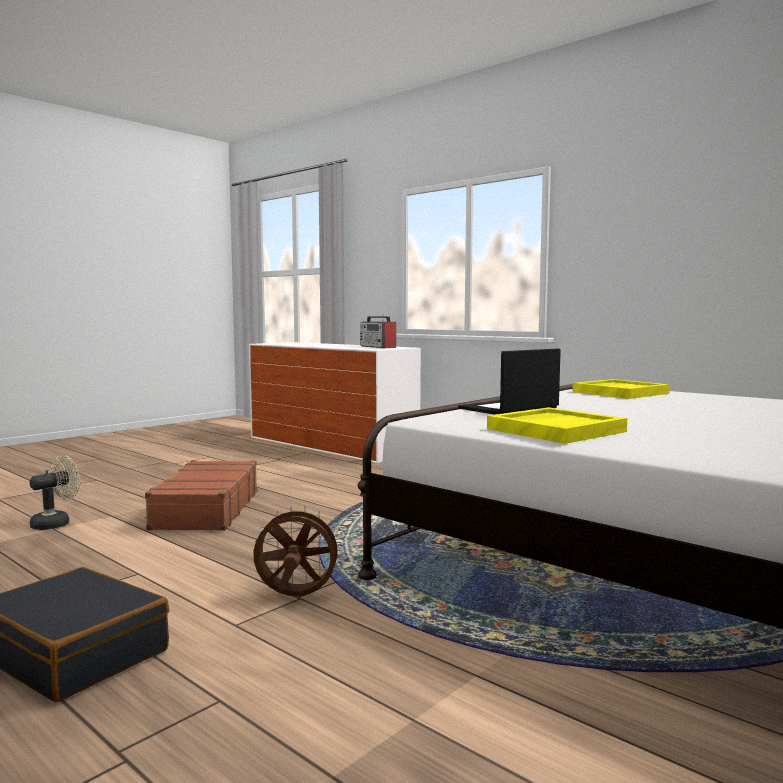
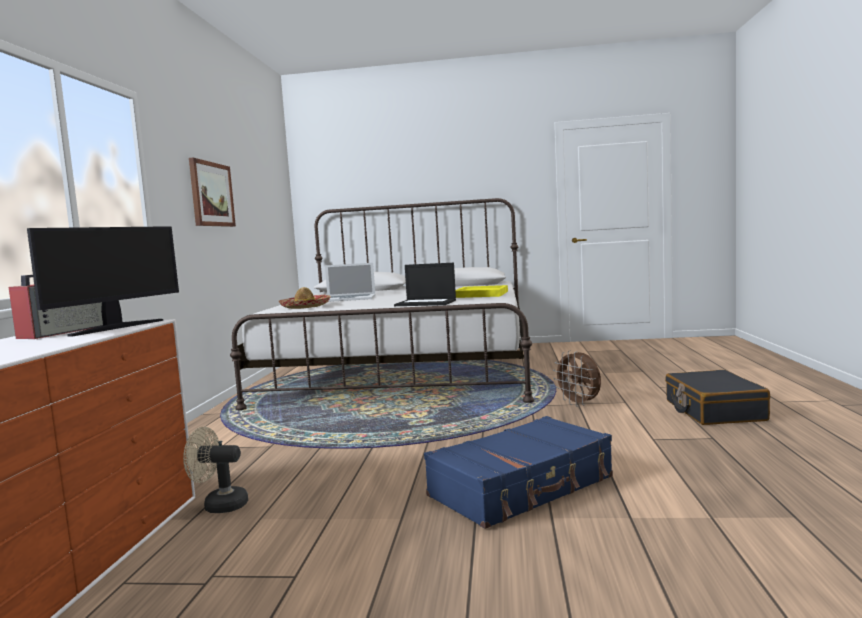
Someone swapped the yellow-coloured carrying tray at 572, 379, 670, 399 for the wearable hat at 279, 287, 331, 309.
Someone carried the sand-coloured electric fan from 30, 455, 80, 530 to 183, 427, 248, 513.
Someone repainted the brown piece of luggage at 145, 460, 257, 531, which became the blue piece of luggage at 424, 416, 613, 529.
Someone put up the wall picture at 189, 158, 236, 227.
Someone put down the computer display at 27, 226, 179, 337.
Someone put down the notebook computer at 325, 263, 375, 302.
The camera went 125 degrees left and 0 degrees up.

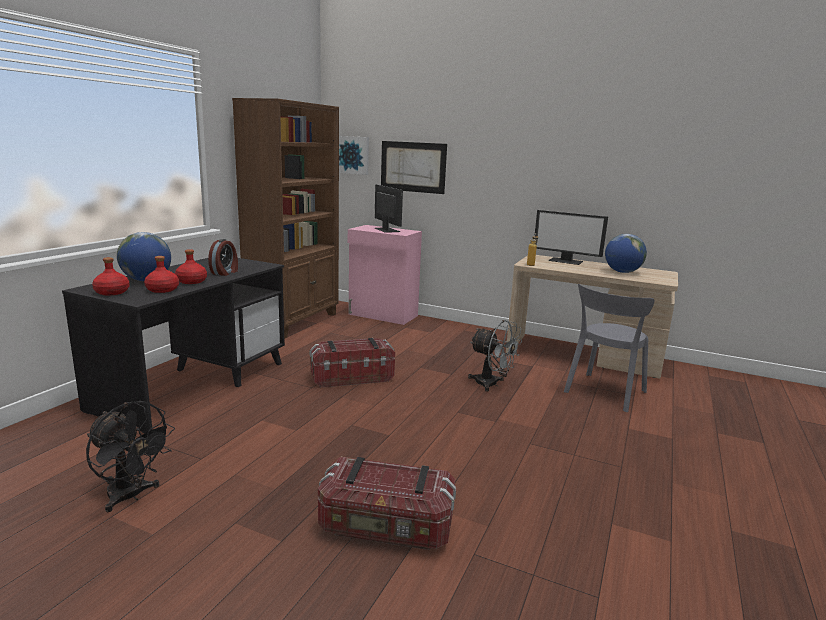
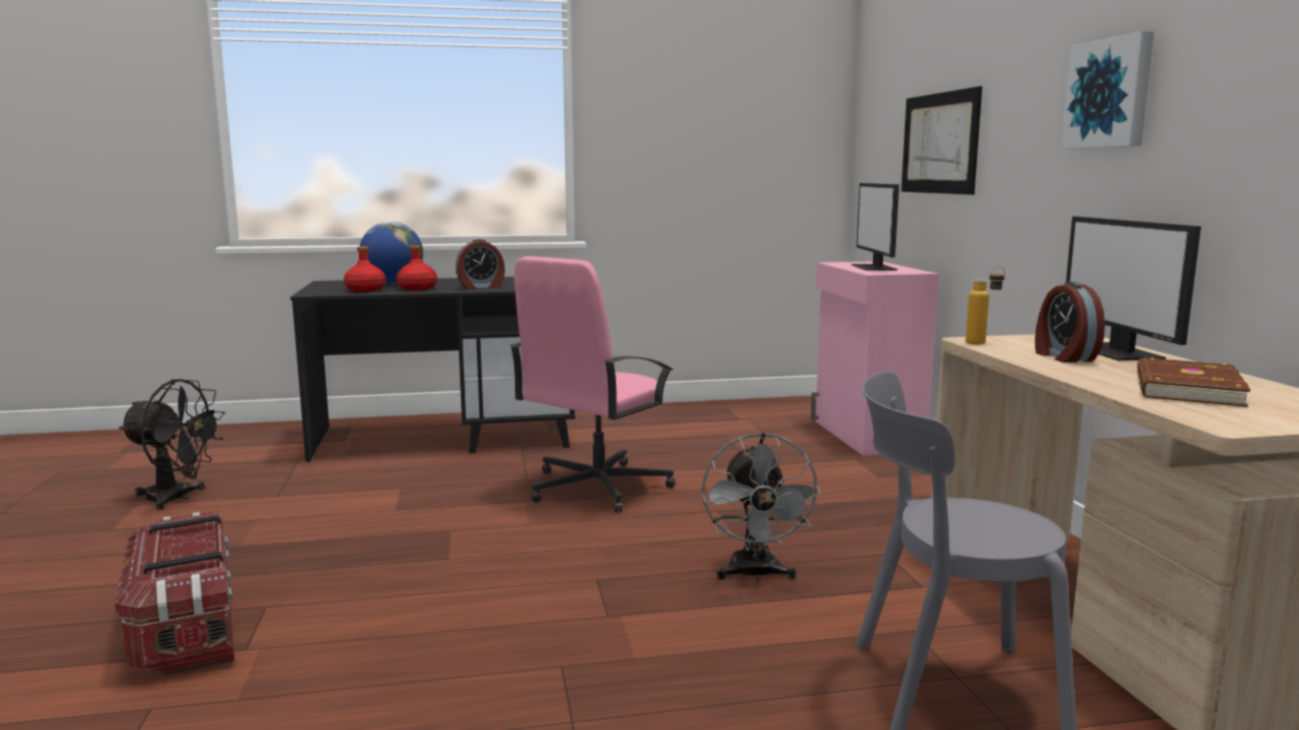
Someone took away the brown shelving unit at 232, 98, 339, 339.
Someone carried the wall picture from 339, 136, 369, 175 to 1061, 31, 1154, 149.
Someone rotated the computer display at 375, 184, 403, 233 by 150 degrees clockwise.
Someone swapped the desk globe at 605, 234, 647, 273 for the brown volume at 1137, 358, 1251, 407.
Someone took away the red-coloured beverage bottle at 92, 257, 130, 295.
Someone swapped the storage bin at 310, 338, 395, 388 for the pink desk chair at 510, 256, 676, 512.
Someone rotated the black-coloured electric fan at 86, 401, 175, 512 by 75 degrees counterclockwise.
Someone put down the alarm clock at 1035, 282, 1105, 363.
The camera went 55 degrees right and 5 degrees down.

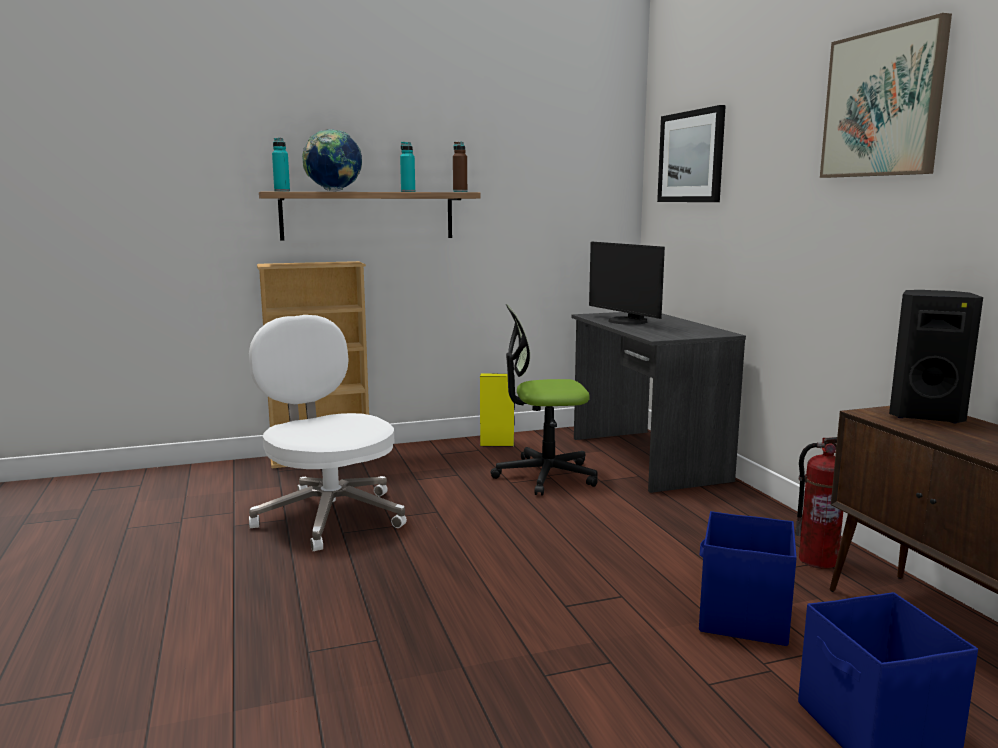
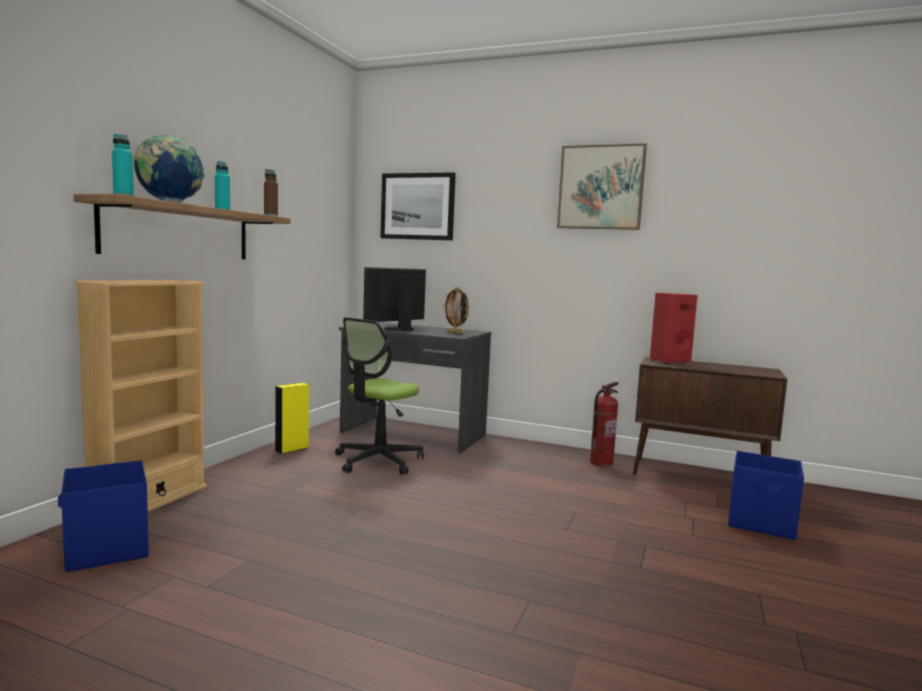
Someone rotated the computer display at 589, 242, 665, 325 by 120 degrees clockwise.
Someone repainted the black-coloured speaker at 889, 290, 983, 423, which became the red-coloured speaker at 650, 293, 698, 364.
Someone took away the white desk chair at 249, 315, 407, 551.
Someone carried the blue storage bin from 699, 511, 797, 646 to 58, 460, 149, 572.
Someone put down the standing frame at 443, 287, 470, 333.
The camera went 50 degrees left and 5 degrees down.

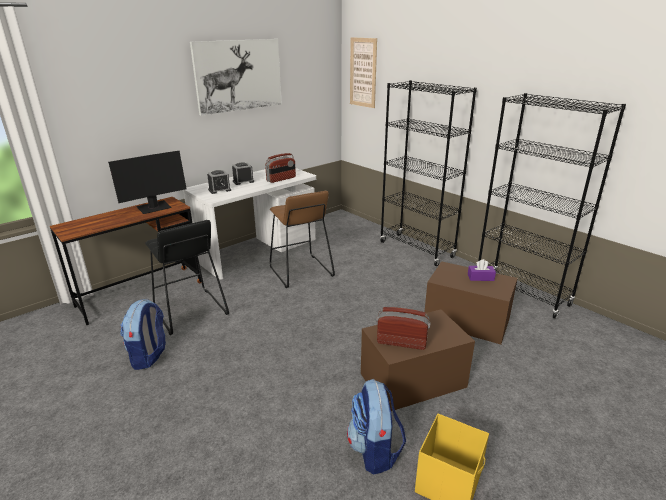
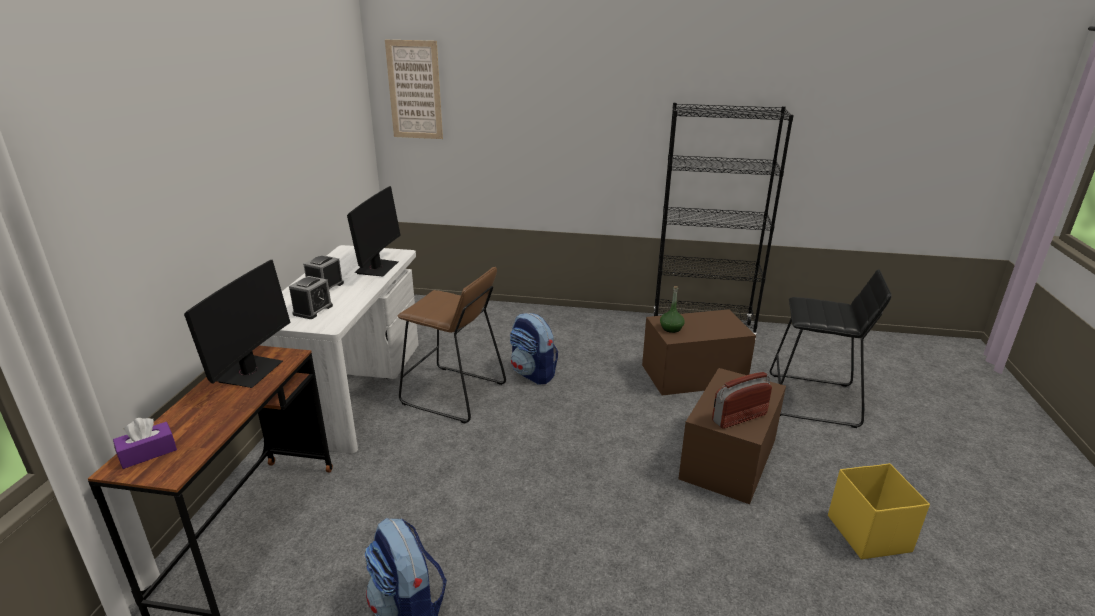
Someone took away the wall picture at 190, 39, 282, 115.
Someone took away the black-coloured shelving unit at 380, 80, 477, 266.
Someone swapped the radio receiver at 265, 153, 296, 183 for the computer display at 347, 186, 401, 276.
Someone carried the black-coloured stool from 145, 220, 229, 335 to 770, 270, 892, 428.
Someone carried the purple-coloured tissue box from 468, 259, 496, 281 to 113, 418, 177, 469.
Someone carried the backpack from 347, 379, 406, 474 to 510, 313, 558, 385.
Someone put down the green beverage bottle at 660, 286, 685, 333.
The camera went 40 degrees left and 0 degrees up.

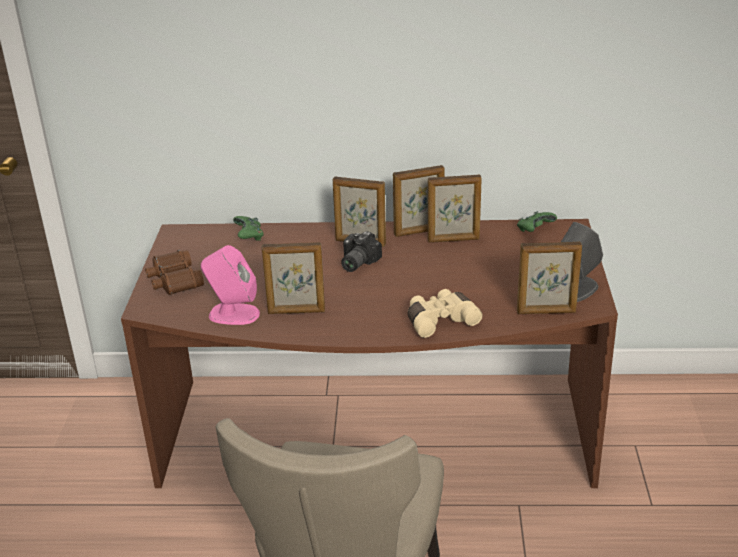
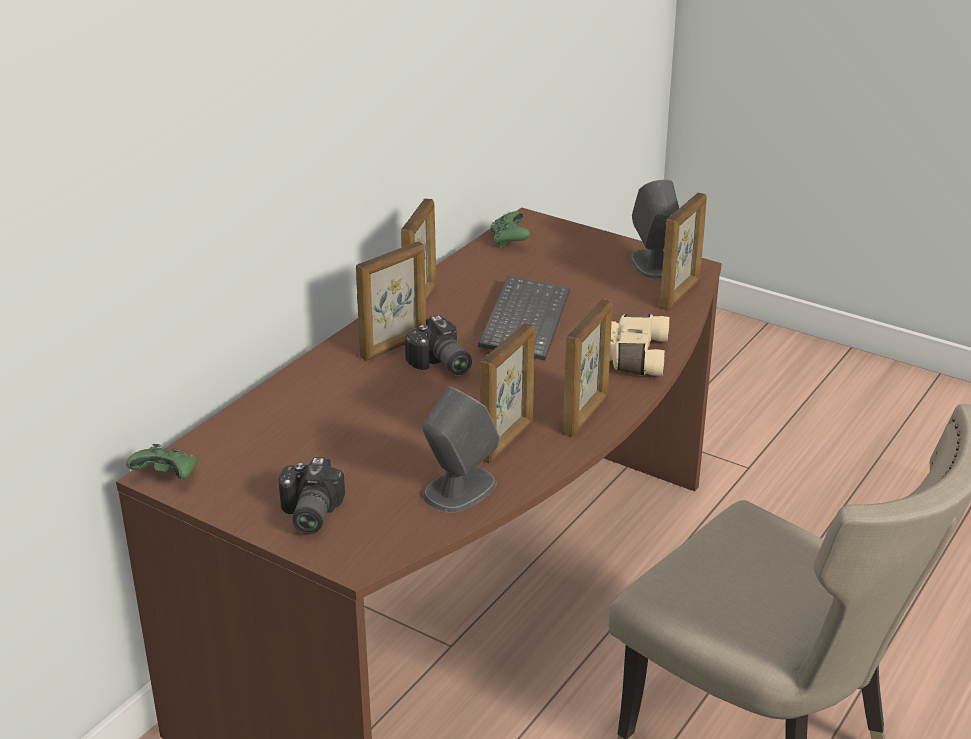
Someone carried the standing frame from 428, 175, 482, 243 to 563, 299, 612, 437.
Someone carried the green game controller from 233, 216, 264, 241 to 126, 444, 197, 479.
Someone repainted the pink speaker at 201, 245, 260, 325, which became the greyish speaker at 422, 386, 500, 513.
Someone swapped the brown field glasses at 145, 250, 204, 295 for the photo camera at 279, 457, 345, 534.
Someone put down the keyboard at 478, 276, 570, 360.
The camera went 60 degrees left and 0 degrees up.

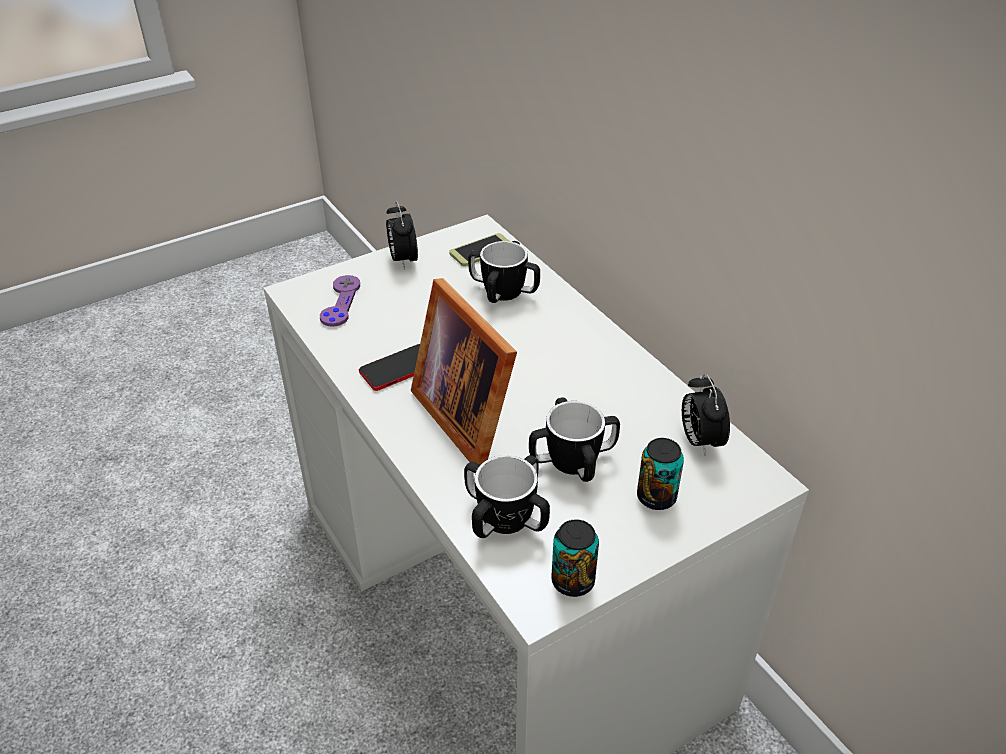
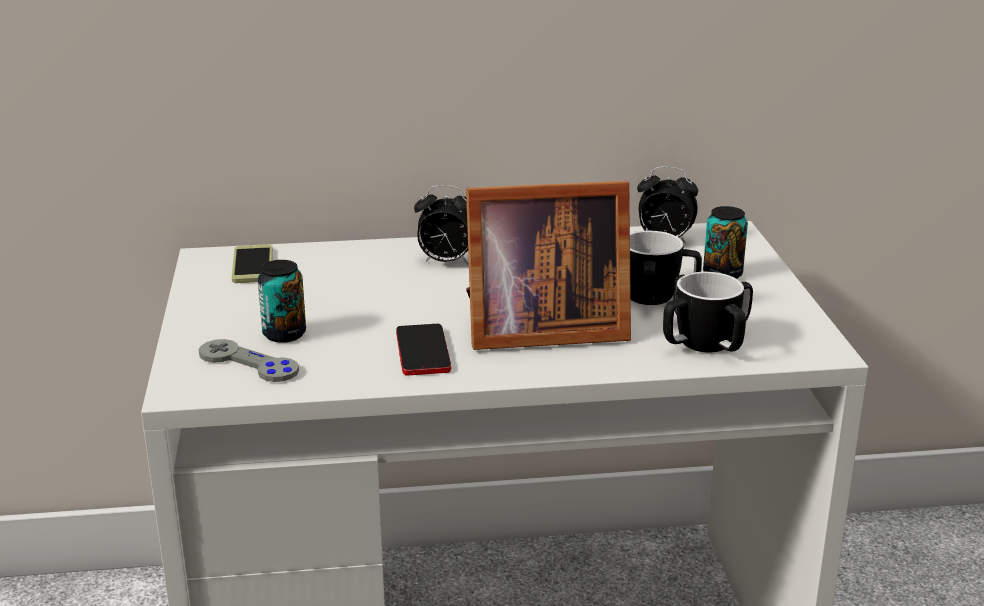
Someone carried the alarm clock from 386, 201, 418, 270 to 414, 185, 468, 264.
Someone took away the coffee mug at 468, 241, 540, 303.
Someone repainted the purple-coloured game controller at 320, 275, 360, 327, which became the greyish game controller at 199, 339, 299, 382.
Someone carried the can from 551, 519, 599, 597 to 258, 260, 306, 343.
The camera went 65 degrees left and 15 degrees down.

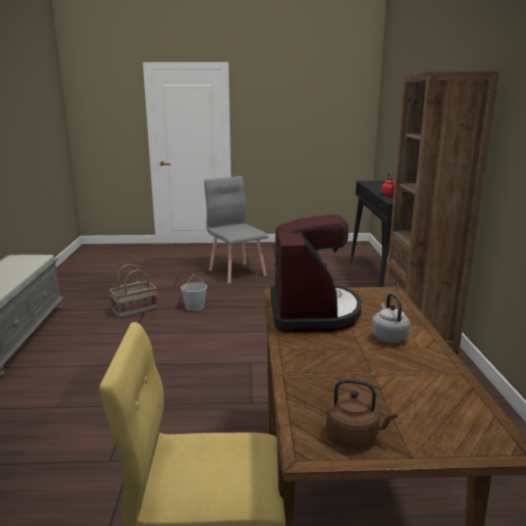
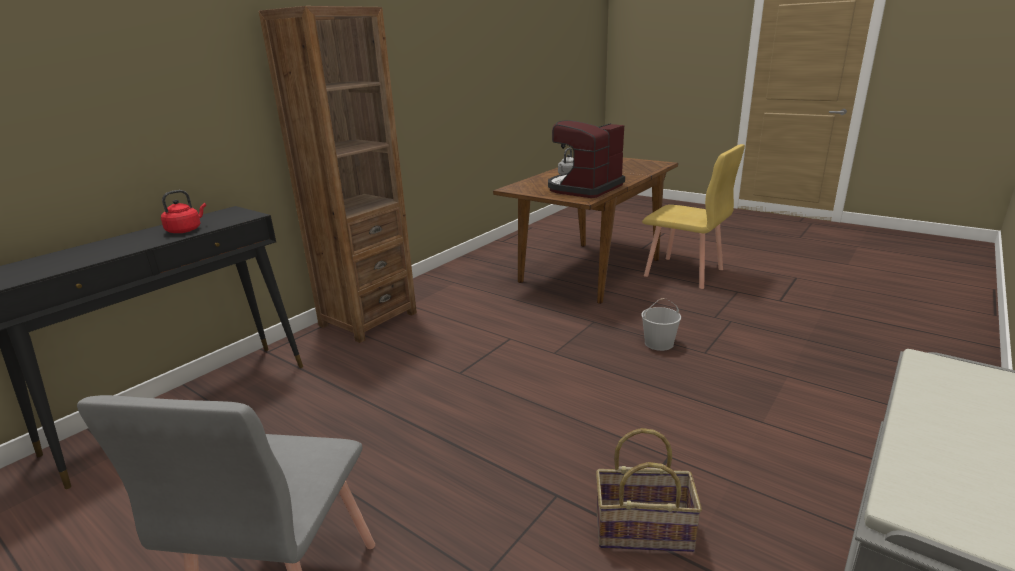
Someone carried the white pail from 181, 275, 207, 311 to 641, 298, 681, 351.
Someone took away the brown tea kettle at 326, 378, 397, 446.
The camera went 140 degrees left and 5 degrees up.

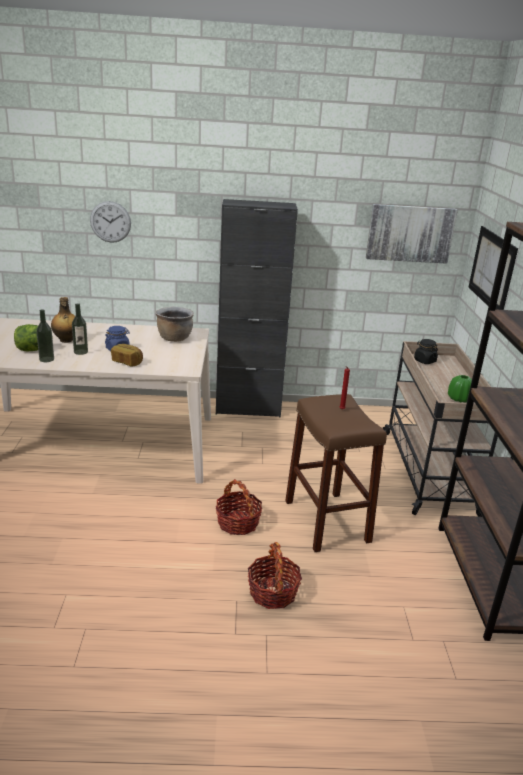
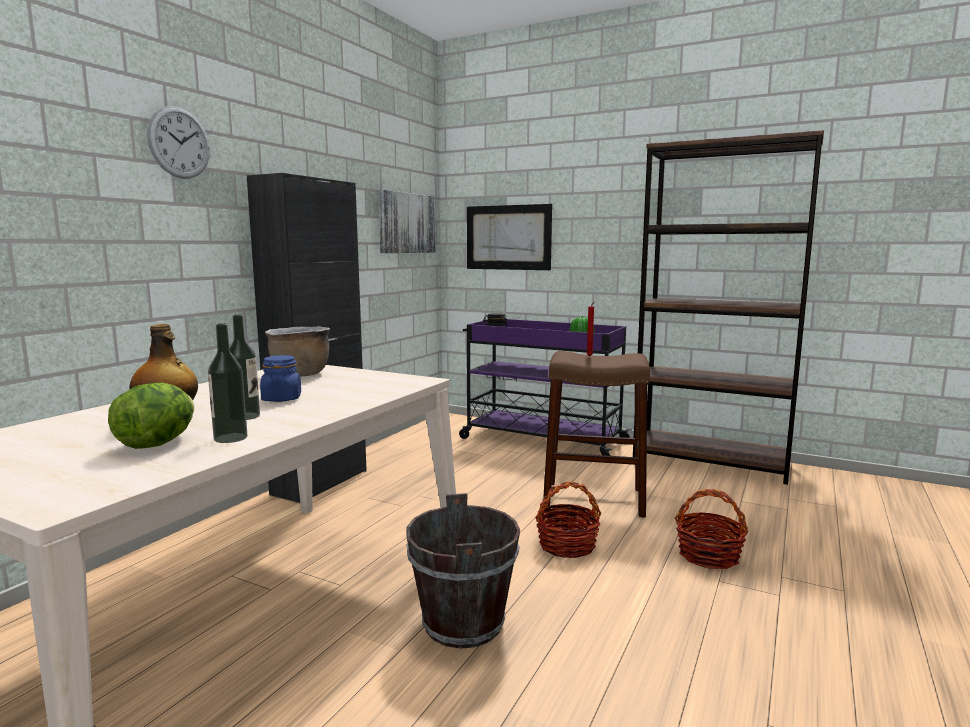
Someone carried the wall clock from 90, 201, 131, 243 to 147, 106, 210, 179.
Someone repainted the sand-coloured trolley at 383, 341, 498, 517, which became the purple-coloured trolley at 459, 319, 632, 456.
Someone took away the baked bread at 111, 344, 143, 367.
Someone put down the brown pail at 406, 493, 520, 649.
The camera went 60 degrees left and 15 degrees down.

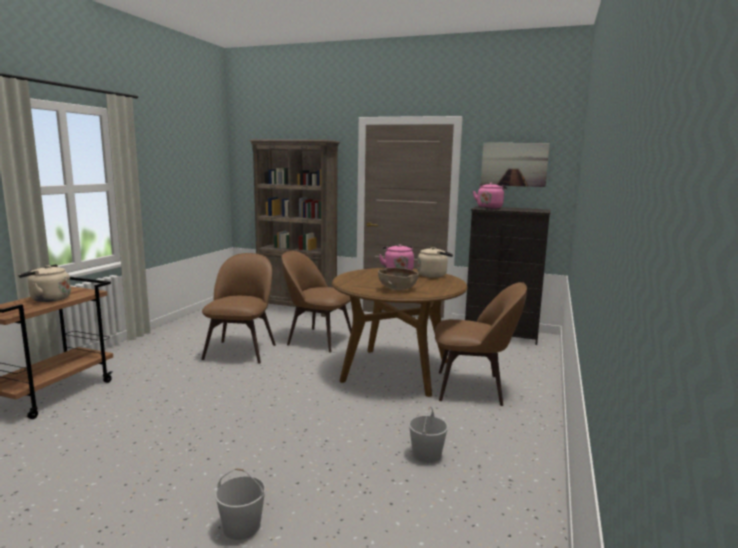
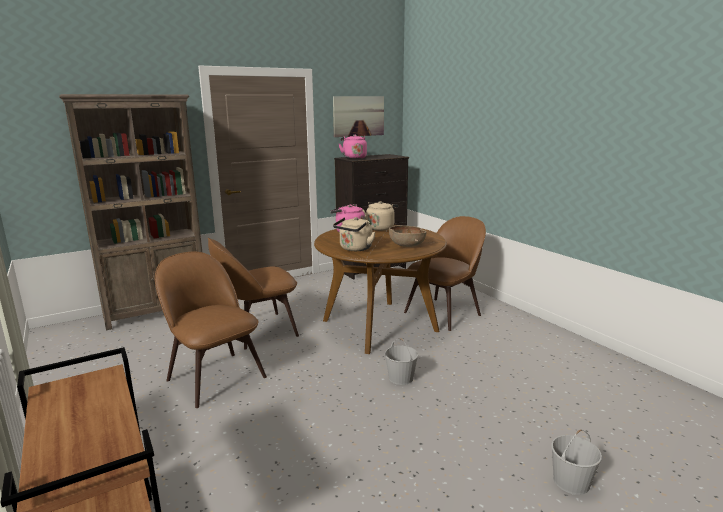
Someone carried the sand-coloured tea kettle from 18, 264, 71, 302 to 333, 217, 376, 251.
Someone carried the white pail from 409, 407, 448, 463 to 385, 338, 418, 385.
The camera went 50 degrees left and 5 degrees up.

